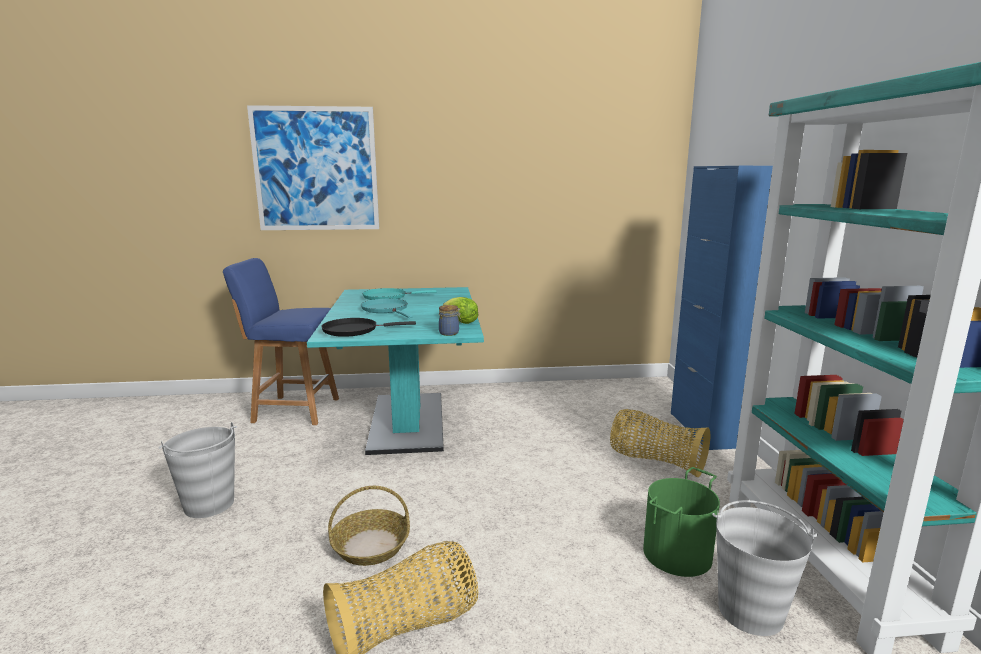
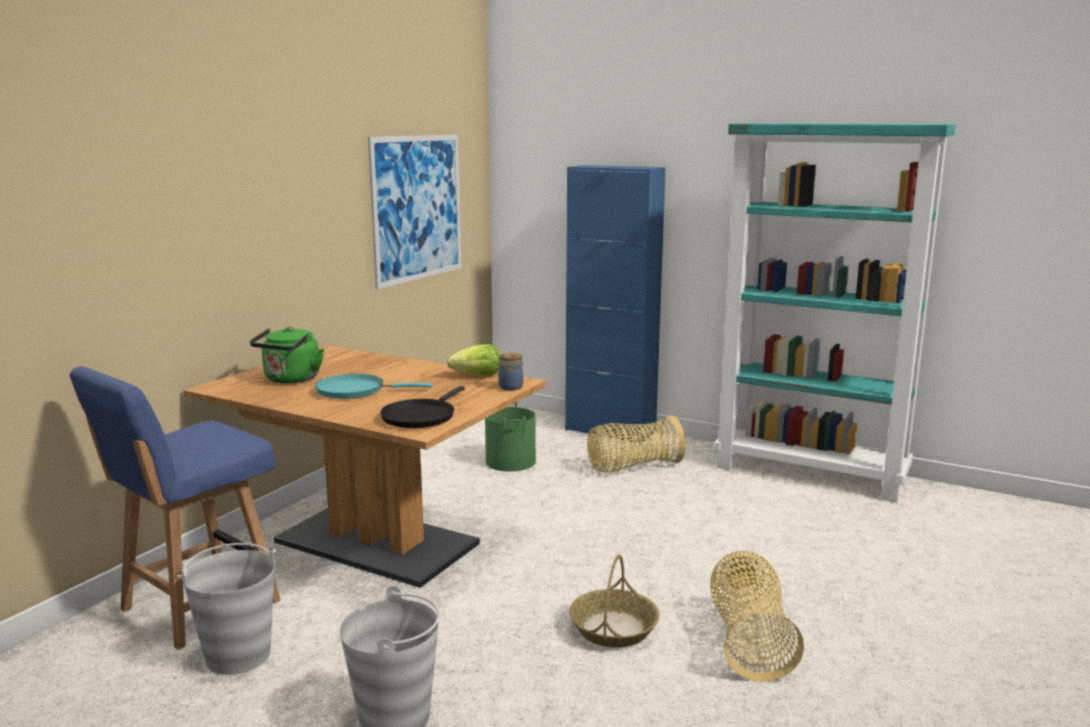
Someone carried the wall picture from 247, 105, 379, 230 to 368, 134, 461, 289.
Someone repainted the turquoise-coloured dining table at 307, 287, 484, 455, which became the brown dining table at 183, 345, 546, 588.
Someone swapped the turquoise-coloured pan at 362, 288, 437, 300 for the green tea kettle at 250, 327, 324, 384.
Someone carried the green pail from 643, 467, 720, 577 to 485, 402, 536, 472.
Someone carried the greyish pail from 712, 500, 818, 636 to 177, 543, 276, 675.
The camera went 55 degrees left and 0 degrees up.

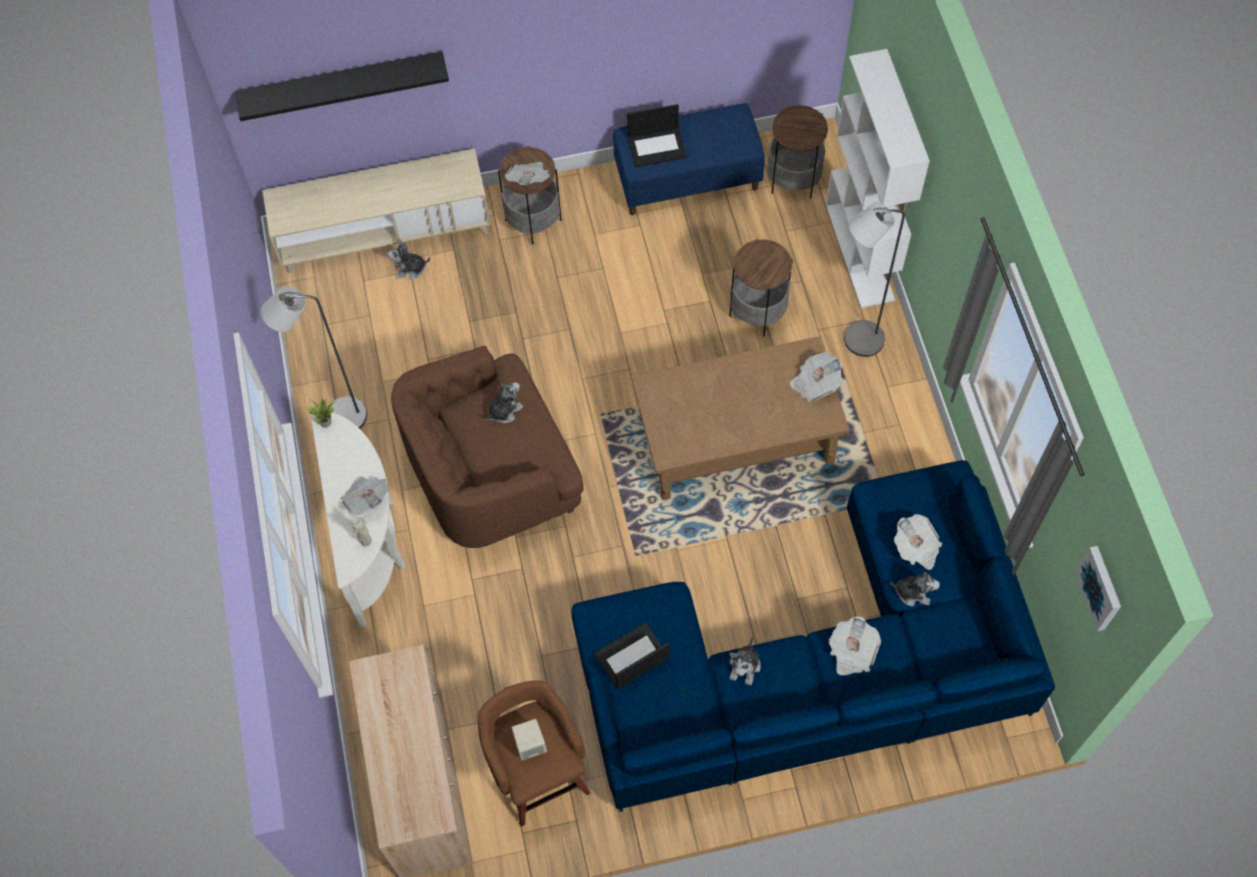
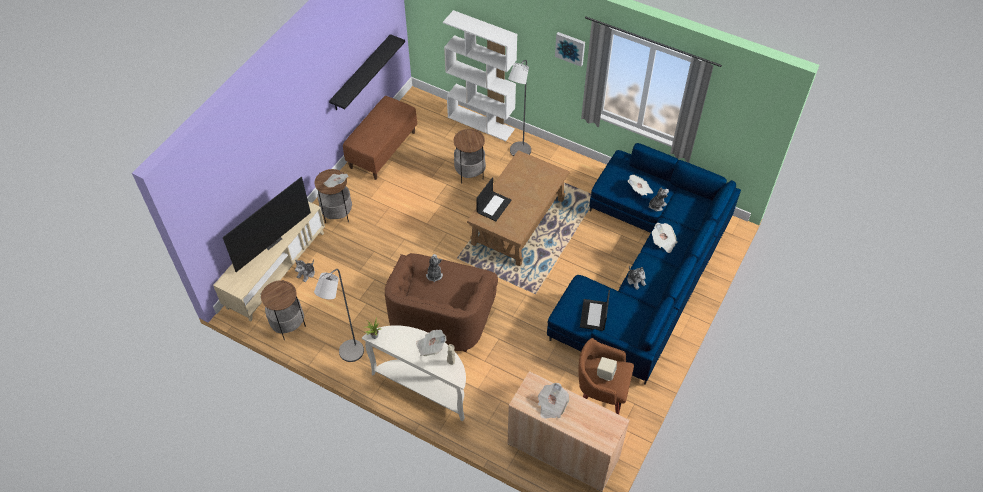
Someone carried the black-coloured bracket shelf from 235, 51, 449, 121 to 329, 34, 405, 110.
Someone repainted the blue indoor bench at 613, 103, 765, 215, which became the brown indoor bench at 343, 96, 417, 180.
Someone carried the notebook computer from 627, 104, 687, 167 to 476, 178, 512, 221.
Someone carried the side table from 767, 105, 828, 199 to 261, 280, 306, 340.
Someone carried the newspaper from 790, 352, 843, 402 to 538, 383, 569, 419.
Someone carried the wall picture from 1075, 546, 1121, 631 to 555, 32, 585, 66.
Someone put down the TV set at 223, 177, 311, 272.
The camera went 50 degrees left and 10 degrees down.

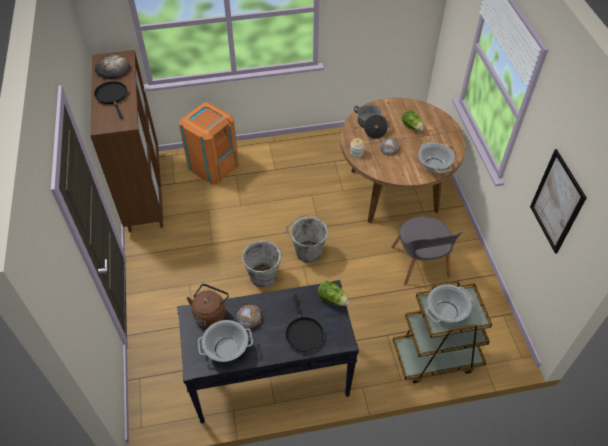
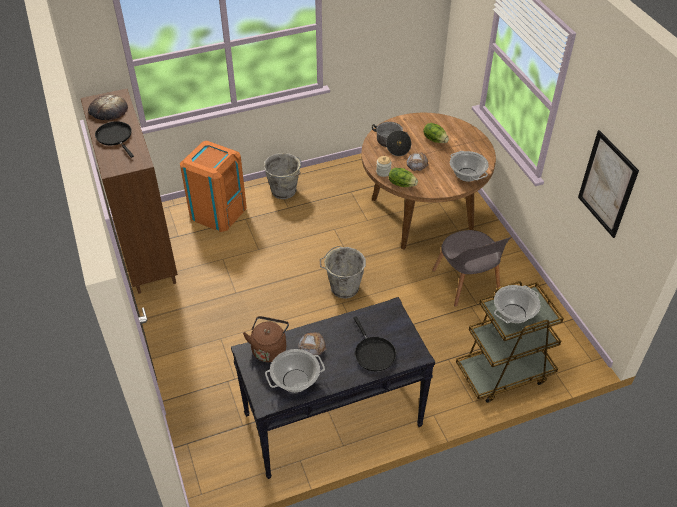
Someone carried the greyish pail from 242, 240, 282, 288 to 264, 153, 301, 199.
Someone carried the lettuce head from 318, 281, 349, 306 to 389, 168, 418, 187.
The camera went 10 degrees left and 5 degrees down.

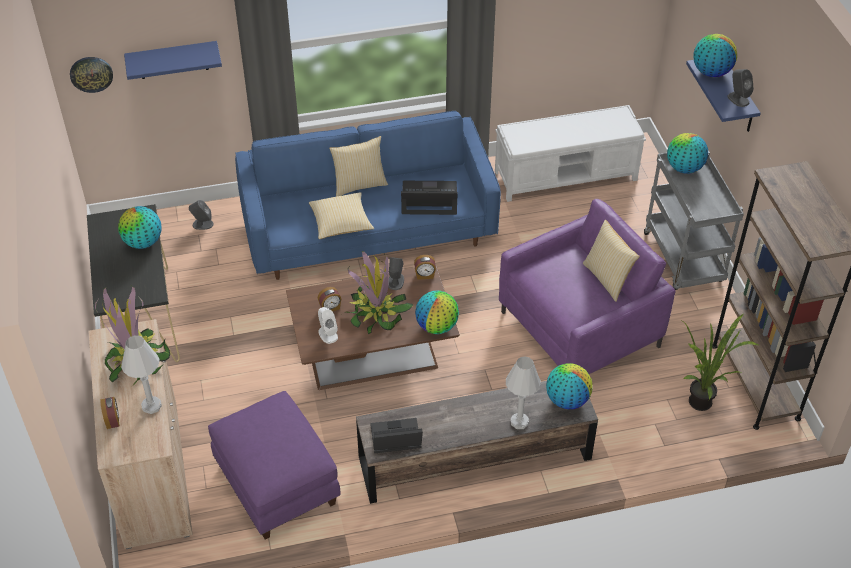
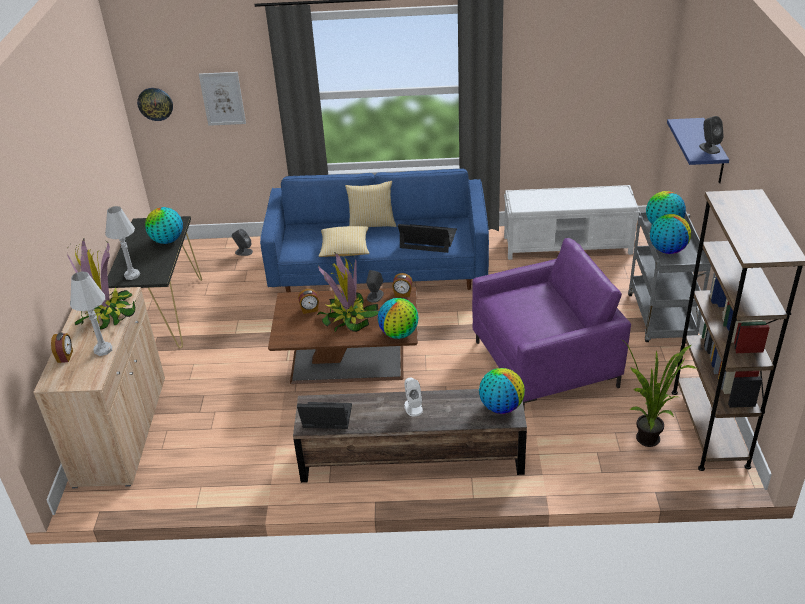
Someone carried the desk globe from 694, 34, 737, 77 to 650, 214, 691, 254.
Someone swapped the blue bracket shelf at 124, 41, 222, 80 for the wall picture at 199, 72, 246, 126.
Someone took away the throw pillow at 583, 220, 640, 302.
Someone carried the white speaker from 318, 307, 338, 344 to 404, 378, 423, 416.
Someone carried the white tabletop lamp from 506, 356, 541, 429 to 105, 206, 140, 280.
Someone took away the purple-coloured ottoman at 208, 391, 340, 540.
The camera went 15 degrees right and 10 degrees down.

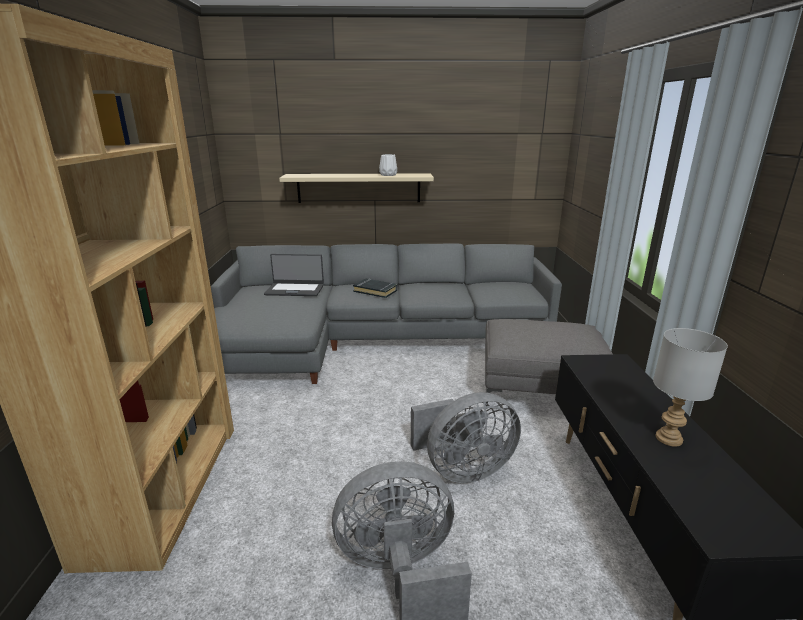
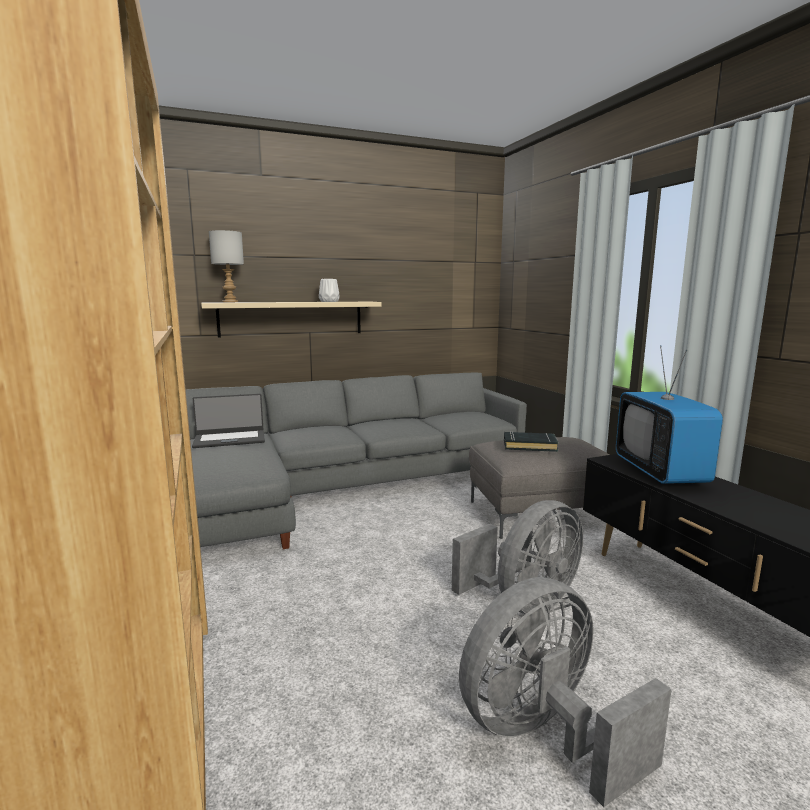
Someone carried the black-coloured volume from 353, 279, 397, 298 to 504, 431, 559, 452.
Someone carried the greyish tabletop lamp from 653, 328, 728, 447 to 209, 230, 244, 302.
Someone put down the TV set at 616, 345, 723, 484.
The camera went 20 degrees left and 10 degrees down.

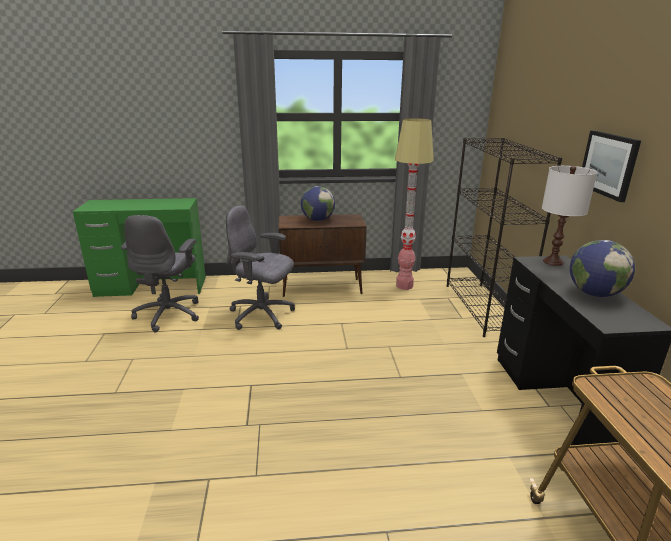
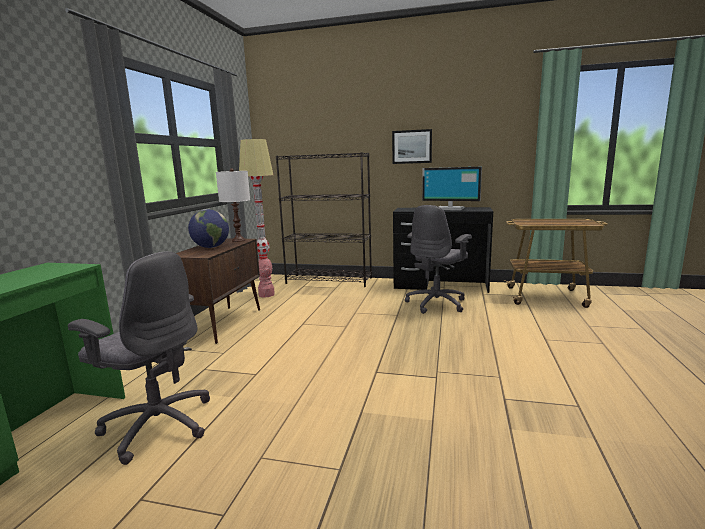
Someone carried the white tabletop lamp from 542, 166, 597, 266 to 216, 168, 250, 242.
Someone carried the greyish desk chair from 226, 206, 295, 330 to 405, 205, 472, 314.
Someone swapped the desk globe at 570, 240, 635, 297 for the computer display at 422, 167, 482, 210.
The camera went 70 degrees left and 10 degrees down.

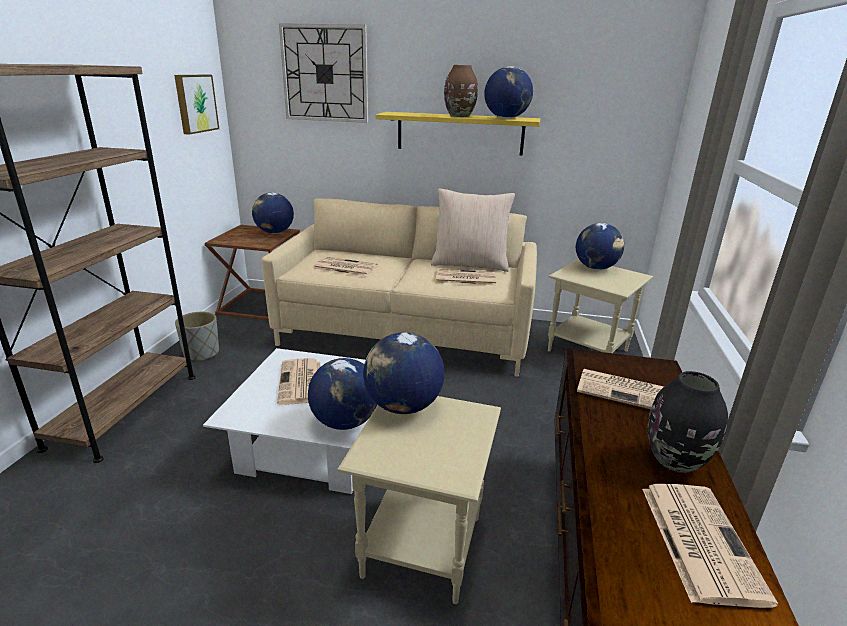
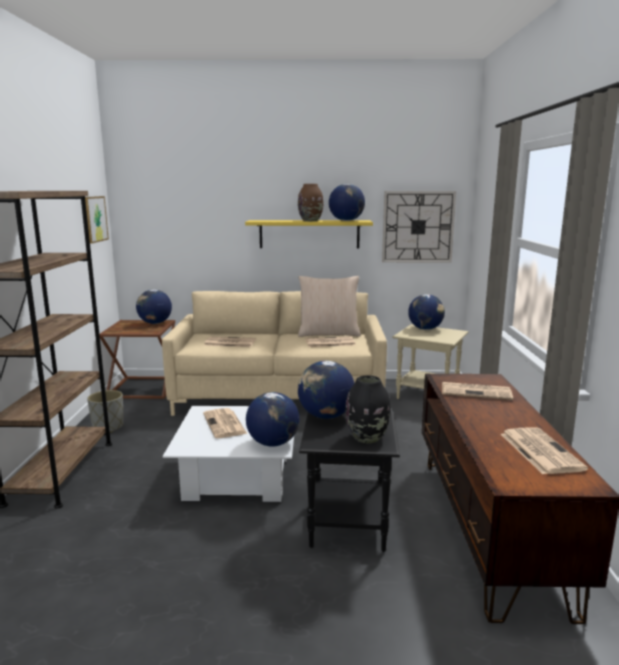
Someone carried the wall clock from 279, 23, 368, 123 to 382, 191, 456, 263.
Someone carried the black-coloured decorative vase from 648, 371, 728, 473 to 345, 375, 390, 443.
Someone repainted the sand-coloured side table at 337, 396, 501, 604, which became the black-coloured side table at 299, 411, 400, 552.
The camera went 10 degrees left and 10 degrees down.

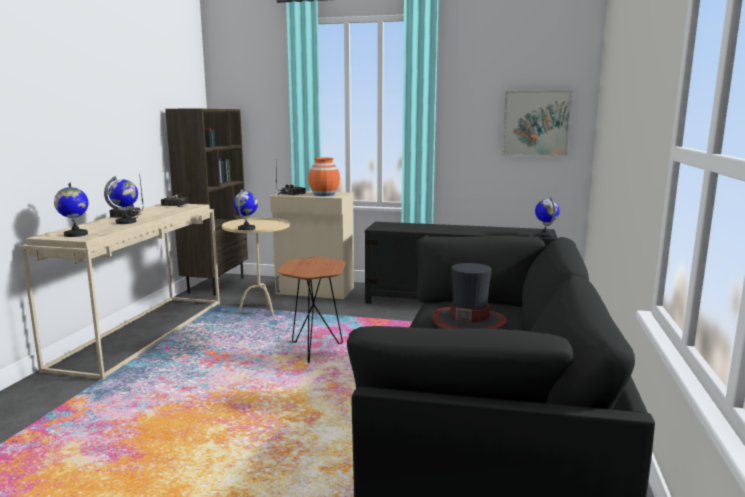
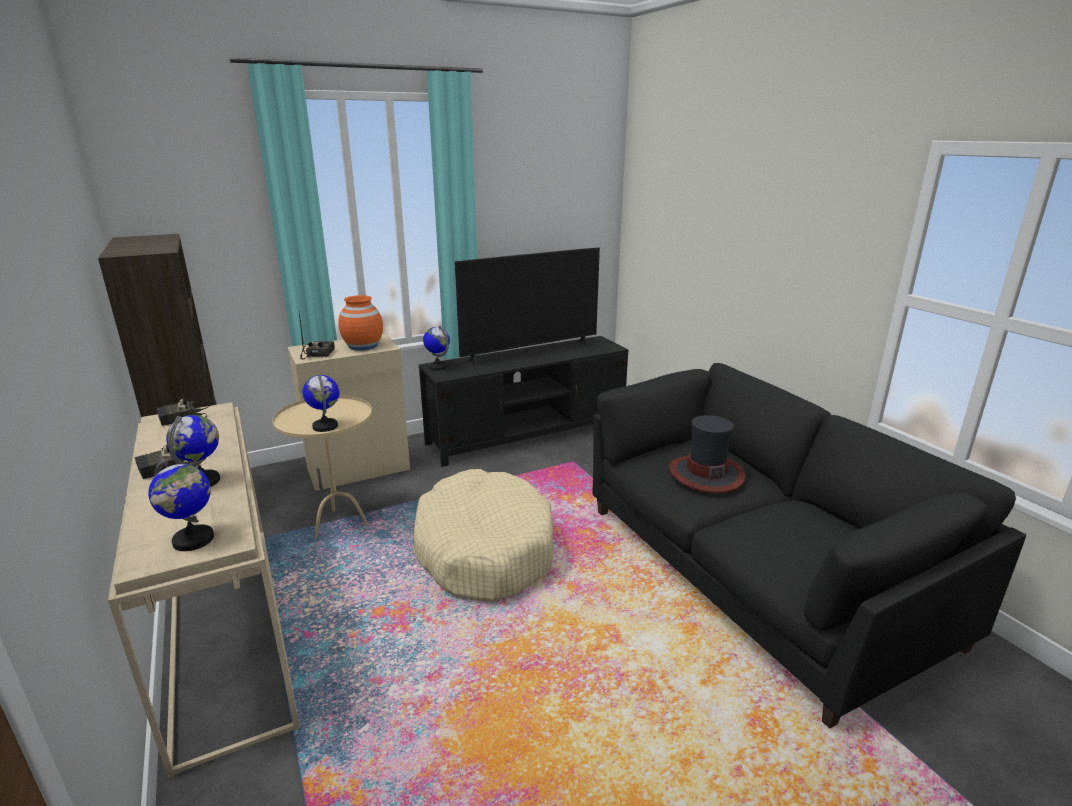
Someone took away the wall picture at 502, 90, 572, 156.
Someone carried the desk globe from 535, 197, 560, 238 to 423, 325, 450, 371.
Someone swapped the brown side table at 278, 257, 346, 363 for the sand-coloured dog cushion at 413, 469, 554, 602.
Someone put down the TV set at 455, 247, 600, 366.
The camera went 40 degrees left and 10 degrees up.

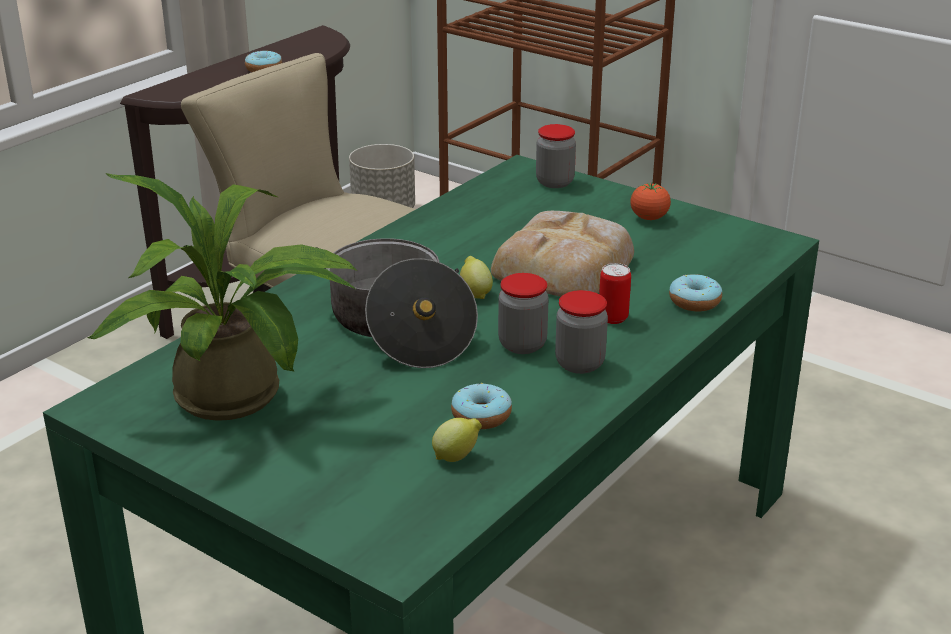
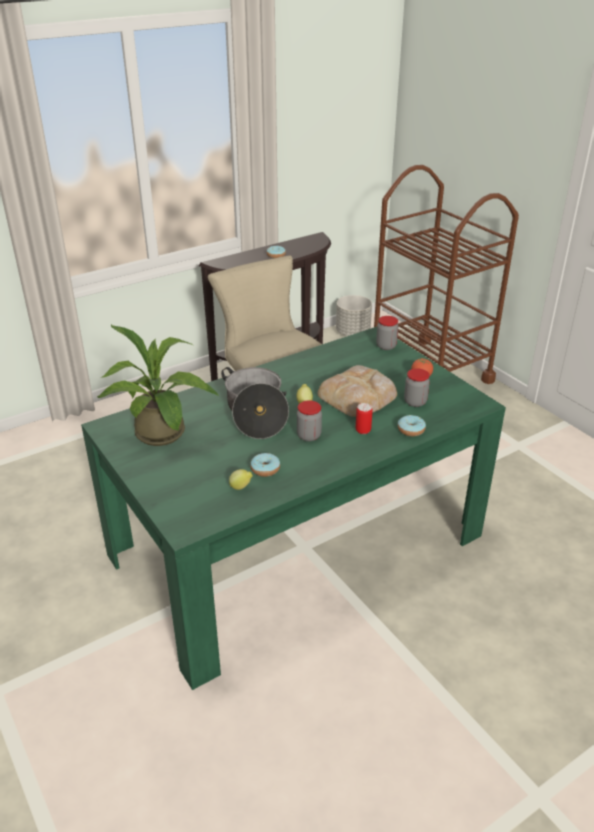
Someone carried the jar from 555, 290, 608, 374 to 404, 368, 430, 407.
The camera went 20 degrees right and 5 degrees up.

